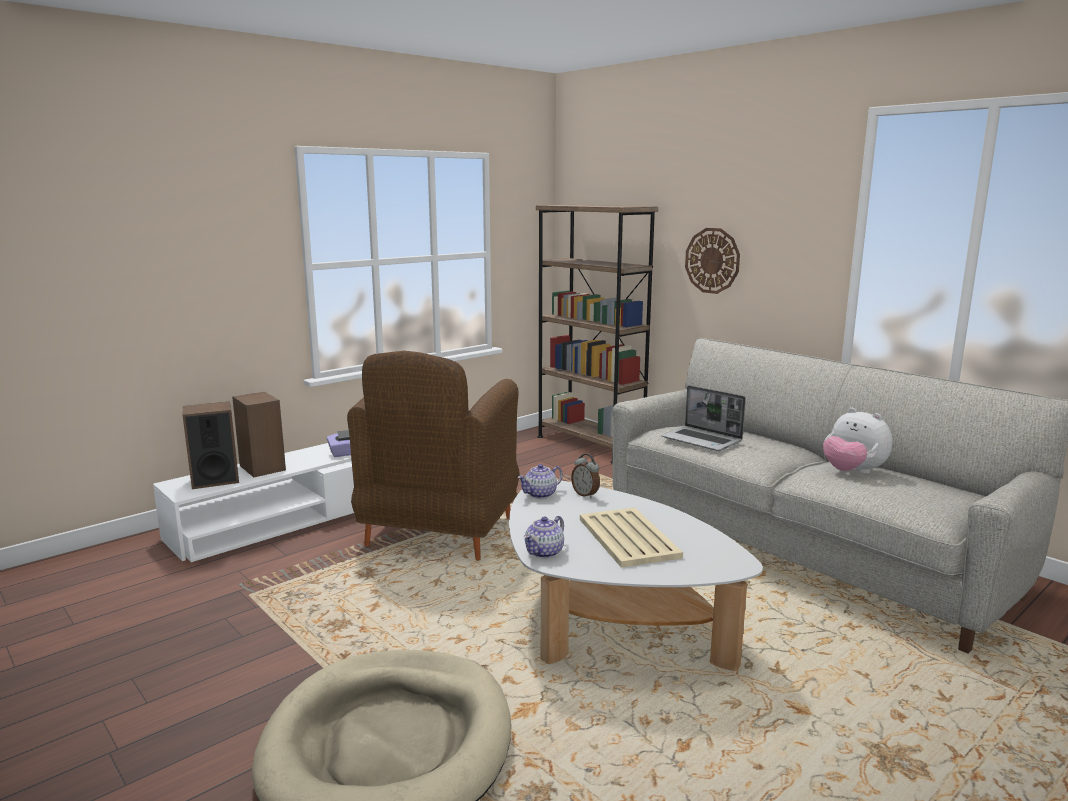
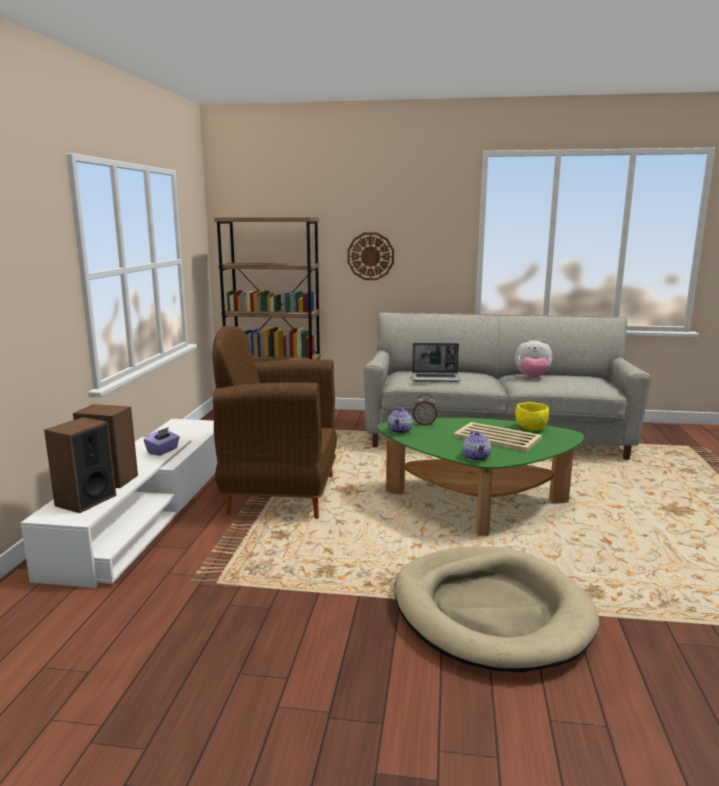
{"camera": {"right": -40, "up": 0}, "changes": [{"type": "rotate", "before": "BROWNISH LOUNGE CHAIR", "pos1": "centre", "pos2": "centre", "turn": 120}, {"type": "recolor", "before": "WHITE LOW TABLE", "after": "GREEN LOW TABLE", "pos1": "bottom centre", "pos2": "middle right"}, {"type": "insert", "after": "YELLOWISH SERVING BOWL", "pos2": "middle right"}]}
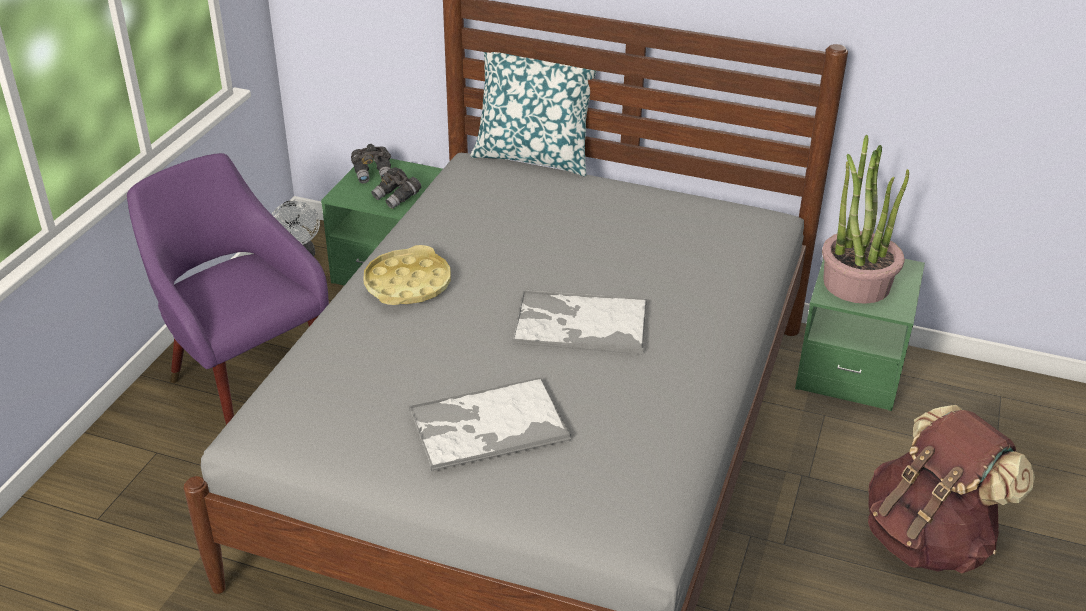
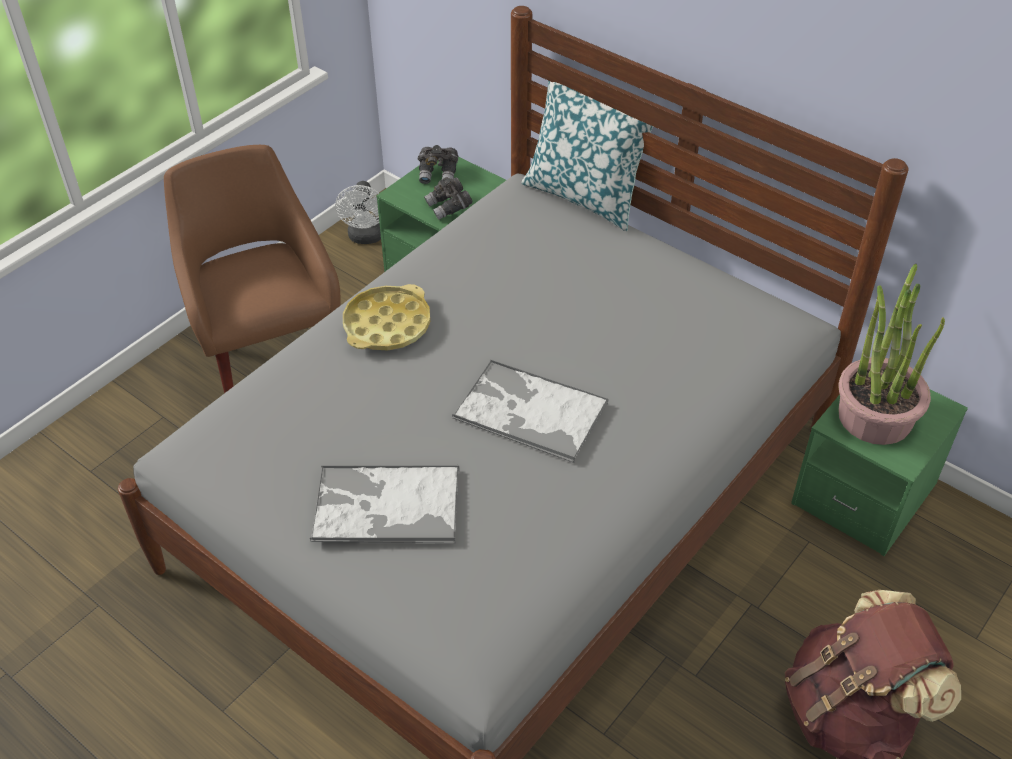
{"camera": {"right": 20, "up": 10}, "changes": [{"type": "recolor", "before": "PURPLISH LOUNGE CHAIR", "after": "BROWNISH LOUNGE CHAIR", "pos1": "middle left", "pos2": "middle left"}]}
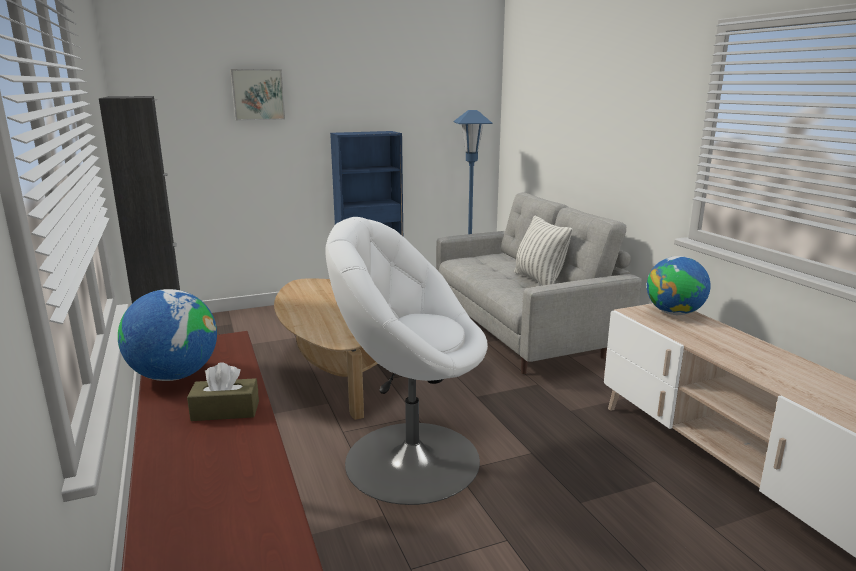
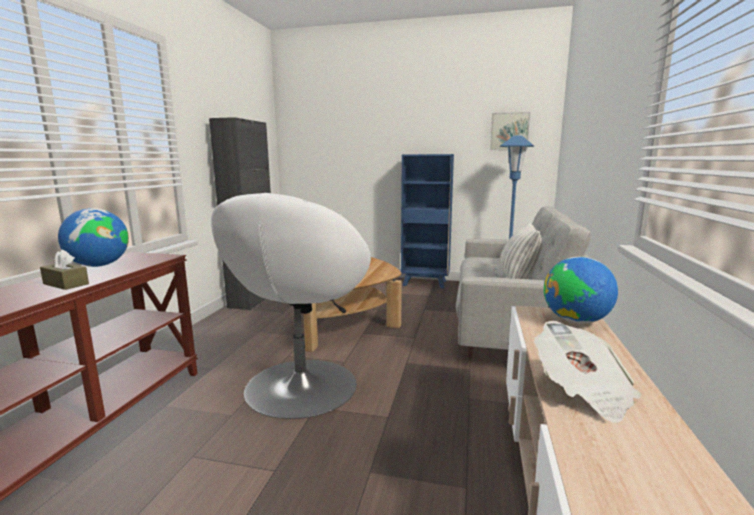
{"camera": {"right": 35, "up": -5}, "changes": [{"type": "rotate", "before": "WHITE LOUNGE CHAIR", "pos1": "centre", "pos2": "centre", "turn": -120}, {"type": "move", "before": "WALL ART", "pos1": "top left", "pos2": "top right"}, {"type": "insert", "after": "PRINTED PAPER", "pos2": "bottom right"}]}
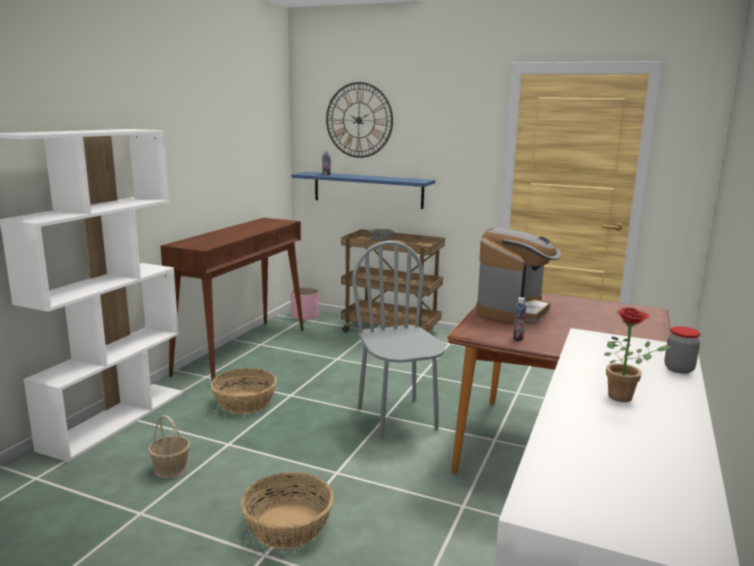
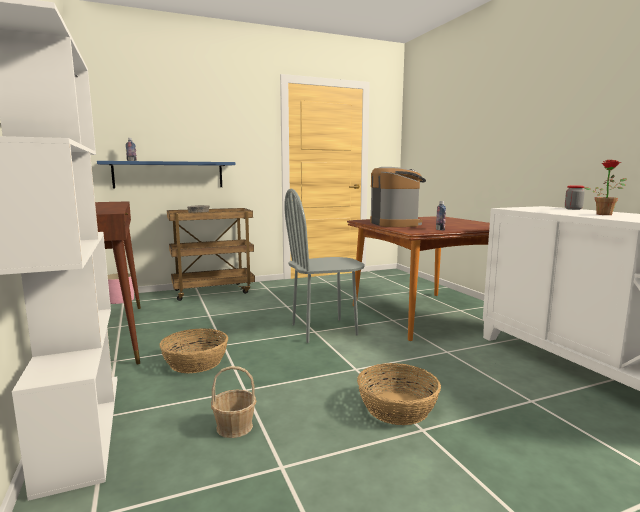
{"camera": {"right": -45, "up": -5}, "changes": [{"type": "rotate", "before": "GRAY CHAIR", "pos1": "centre", "pos2": "centre", "turn": -45}, {"type": "delete", "before": "HANGING CLOCK", "pos1": "top centre"}]}
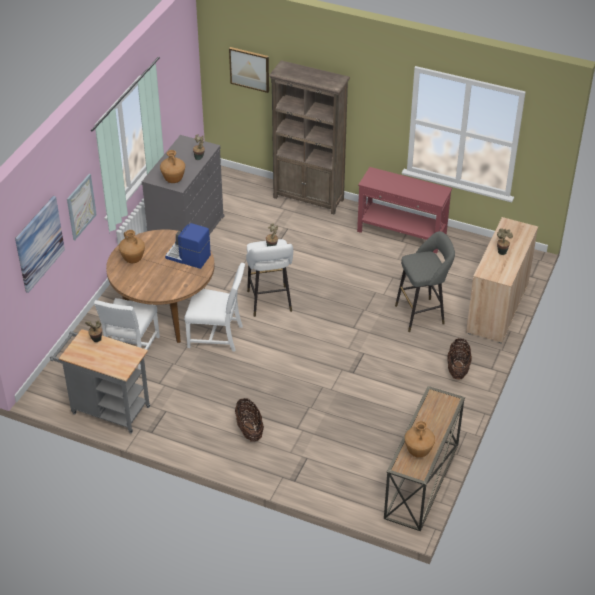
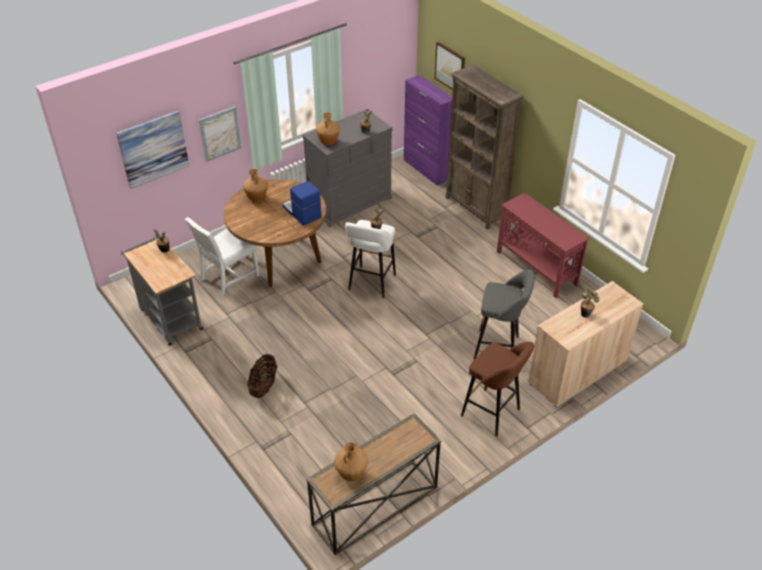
{"camera": {"right": 30, "up": 0}, "changes": [{"type": "insert", "after": "PURPLISH CABINET", "pos2": "top centre"}, {"type": "replace", "before": "BASKET (2nd from left)", "after": "BROWNISH STOOL", "pos1": "middle right", "pos2": "bottom centre"}, {"type": "delete", "before": "WHITE CHAIR (2nd from left)", "pos1": "centre"}]}
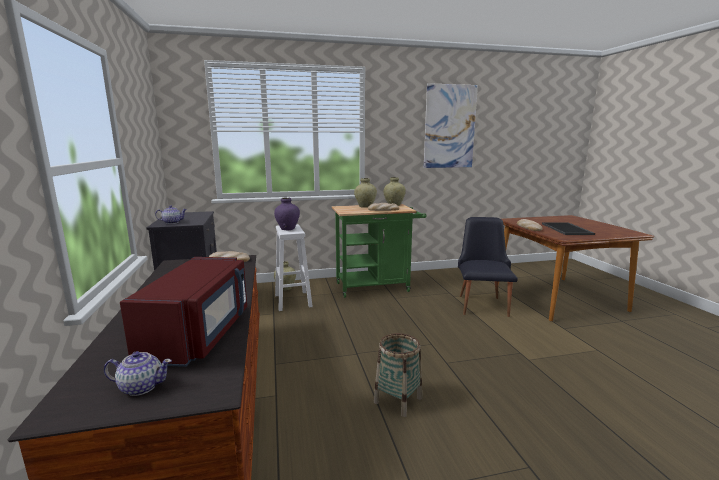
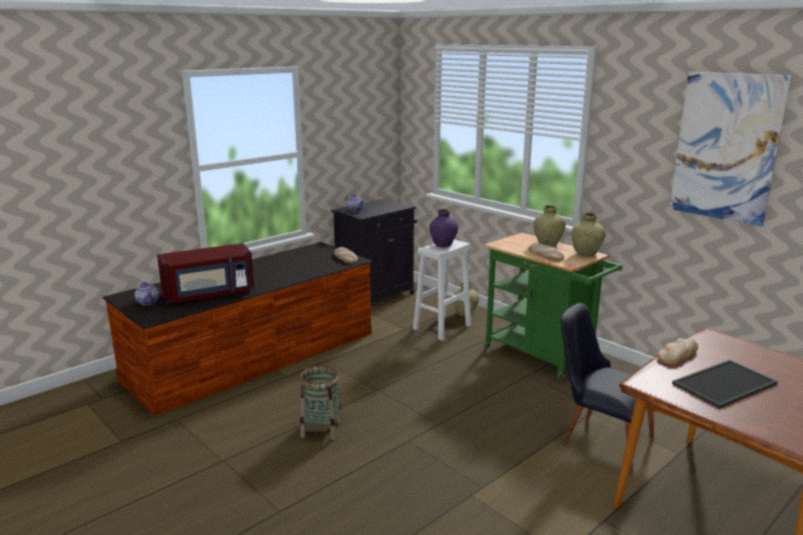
{"camera": {"right": 60, "up": 5}, "changes": [{"type": "rotate", "before": "BLACKISH CHAIR", "pos1": "middle right", "pos2": "bottom right", "turn": -120}]}
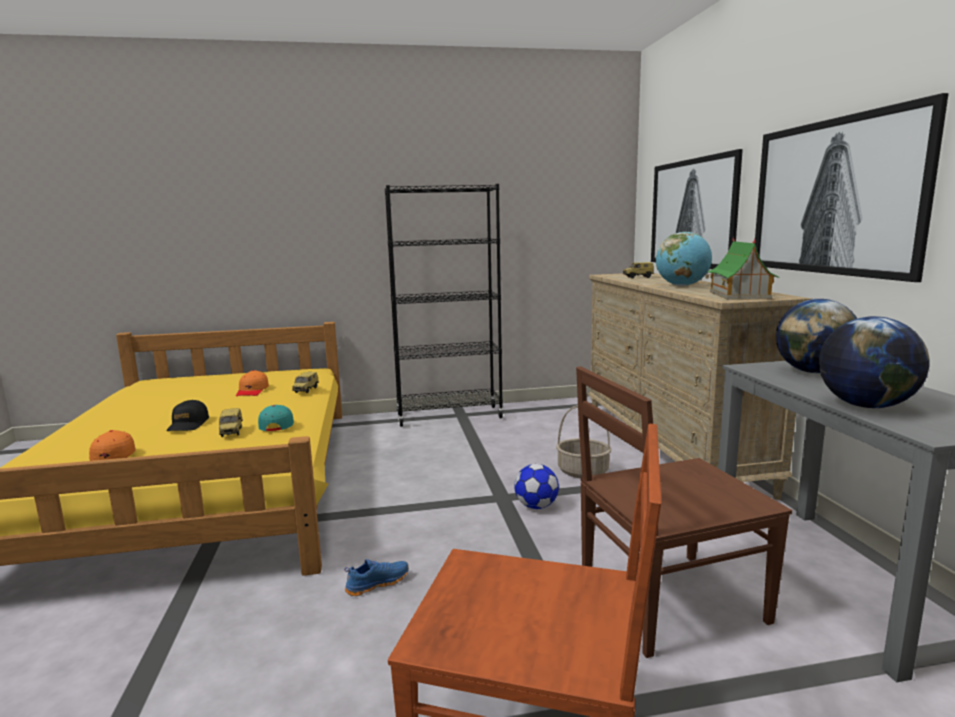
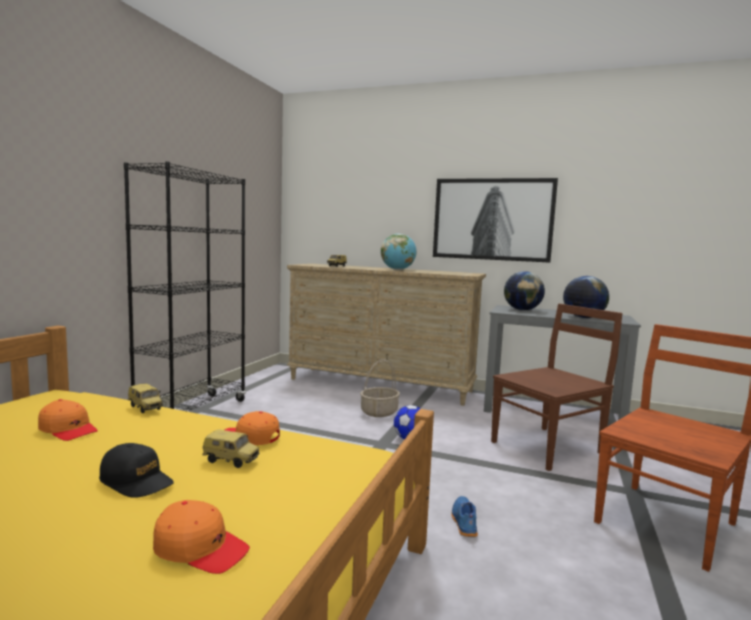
{"camera": {"right": -60, "up": -5}, "changes": [{"type": "recolor", "before": "TURQUOISE-COLOURED CAP", "after": "ORANGE-COLOURED CAP (3rd from left)", "pos1": "middle left", "pos2": "bottom centre"}, {"type": "rotate", "before": "BROWNISH CHAIR (2nd from left in the first image)", "pos1": "bottom right", "pos2": "middle right", "turn": -135}, {"type": "delete", "before": "WALL ART (1st from left)", "pos1": "top right"}, {"type": "delete", "before": "MODEL HOUSE", "pos1": "middle right"}]}
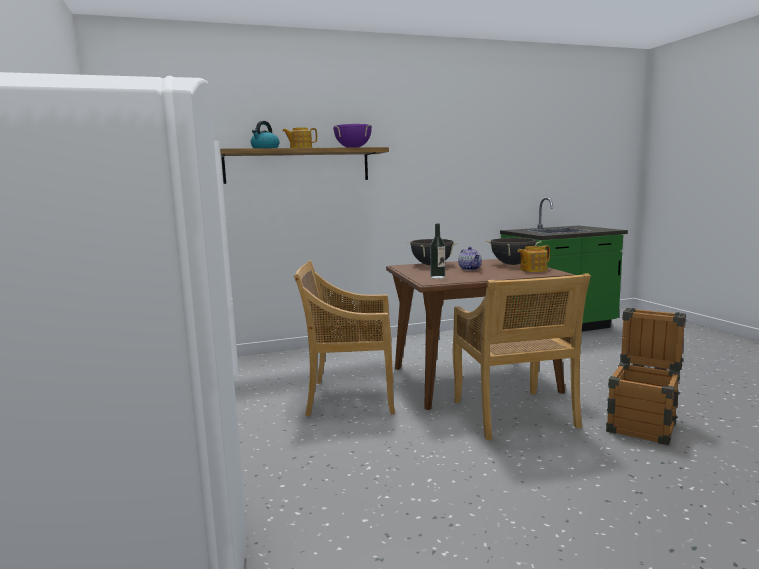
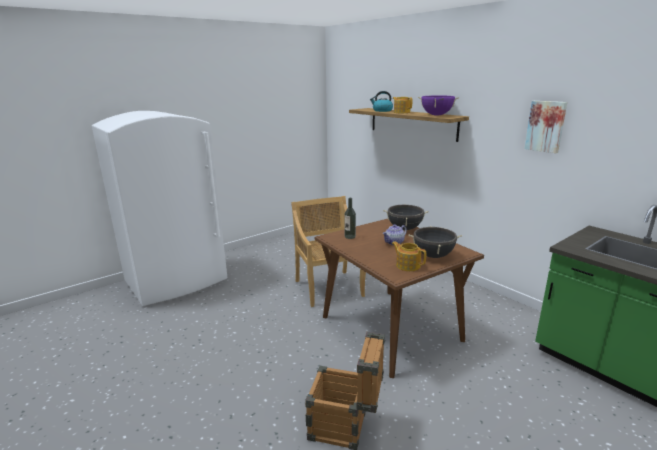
{"camera": {"right": 70, "up": 10}, "changes": [{"type": "insert", "after": "WALL ART", "pos2": "top right"}, {"type": "delete", "before": "BEIGE CHAIR (2nd from left)", "pos1": "middle right"}]}
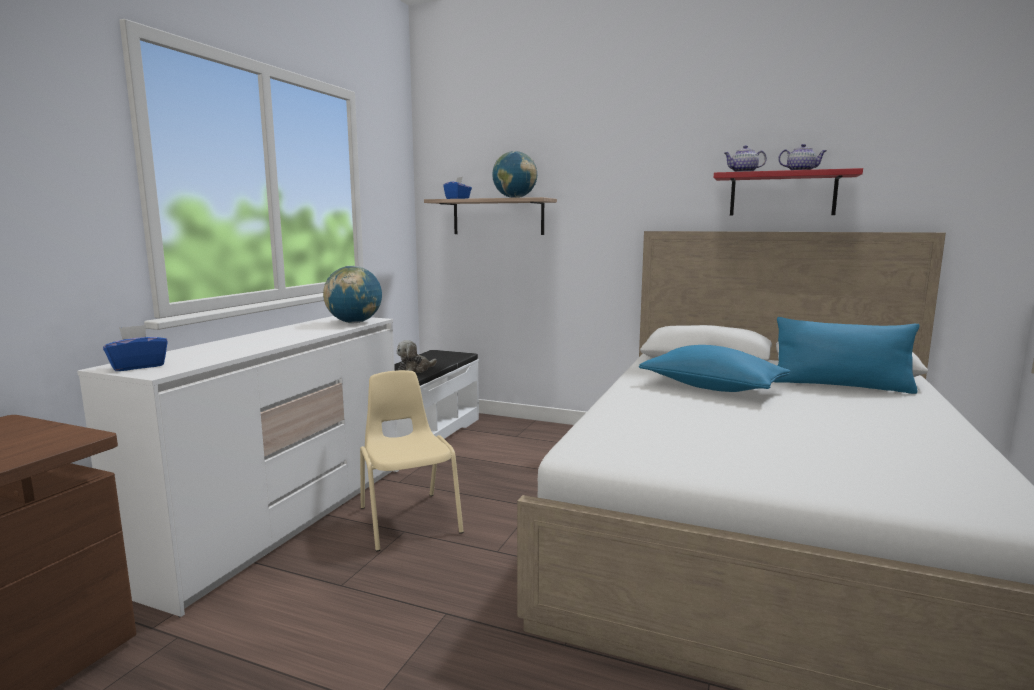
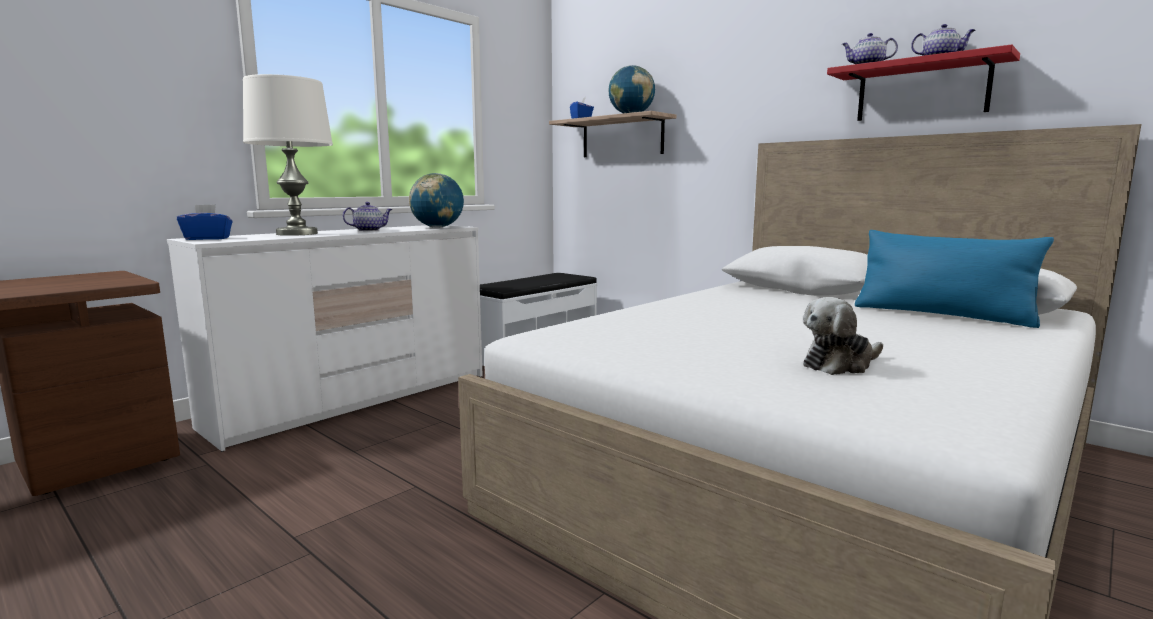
{"camera": {"right": 20, "up": 0}, "changes": [{"type": "insert", "after": "WHITE TABLE LAMP", "pos2": "top left"}, {"type": "insert", "after": "POT FOR TEA (1st from left)", "pos2": "middle left"}, {"type": "move", "before": "PLUSH TOY", "pos1": "centre", "pos2": "middle right"}, {"type": "delete", "before": "BEIGE CHAIR", "pos1": "bottom centre"}, {"type": "delete", "before": "BLUE-COLOURED PILLOW (1st from left)", "pos1": "middle right"}]}
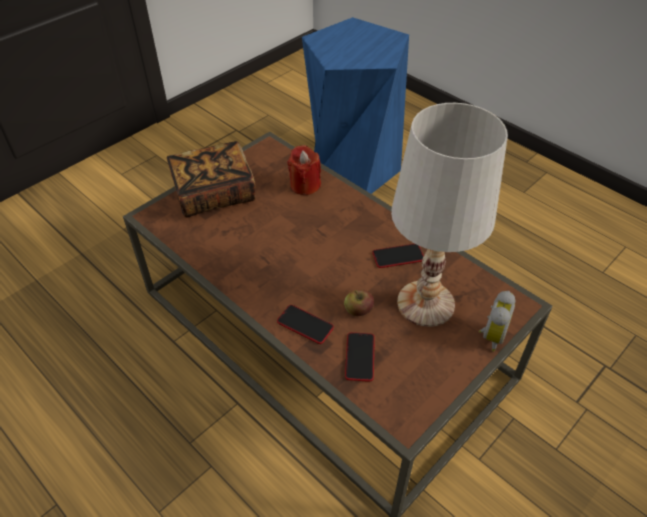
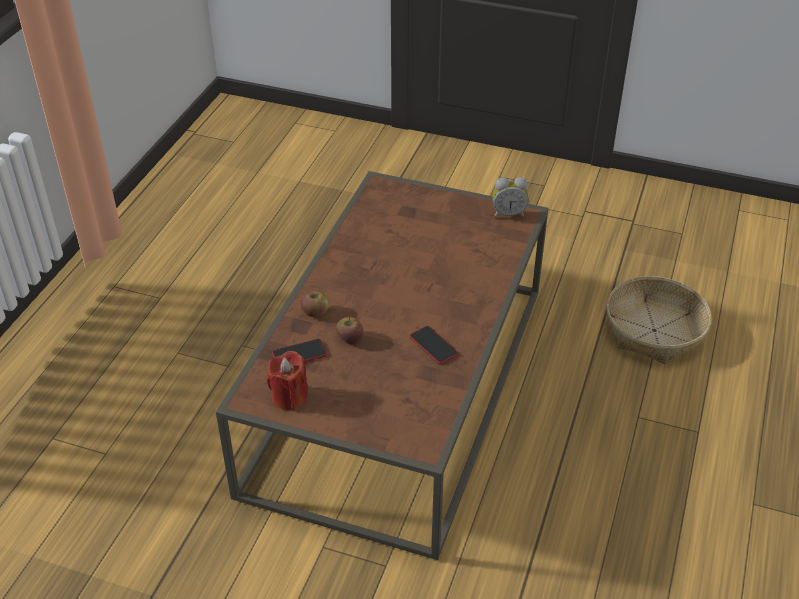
{"camera": {"right": 65, "up": -5}, "changes": [{"type": "move", "before": "RED-COLOURED WAX CANDLE", "pos1": "top centre", "pos2": "centre"}, {"type": "replace", "before": "TELEPHONE (1st from left)", "after": "APPLE FRUIT (1st from left)", "pos1": "centre", "pos2": "centre"}, {"type": "move", "before": "BEDSIDE CLOCK", "pos1": "middle right", "pos2": "top centre"}, {"type": "replace", "before": "BLUE-COLOURED STOOL", "after": "BASKET", "pos1": "top centre", "pos2": "middle right"}, {"type": "delete", "before": "VOLUME", "pos1": "middle left"}, {"type": "delete", "before": "WHITE TABLE LAMP", "pos1": "middle right"}]}
